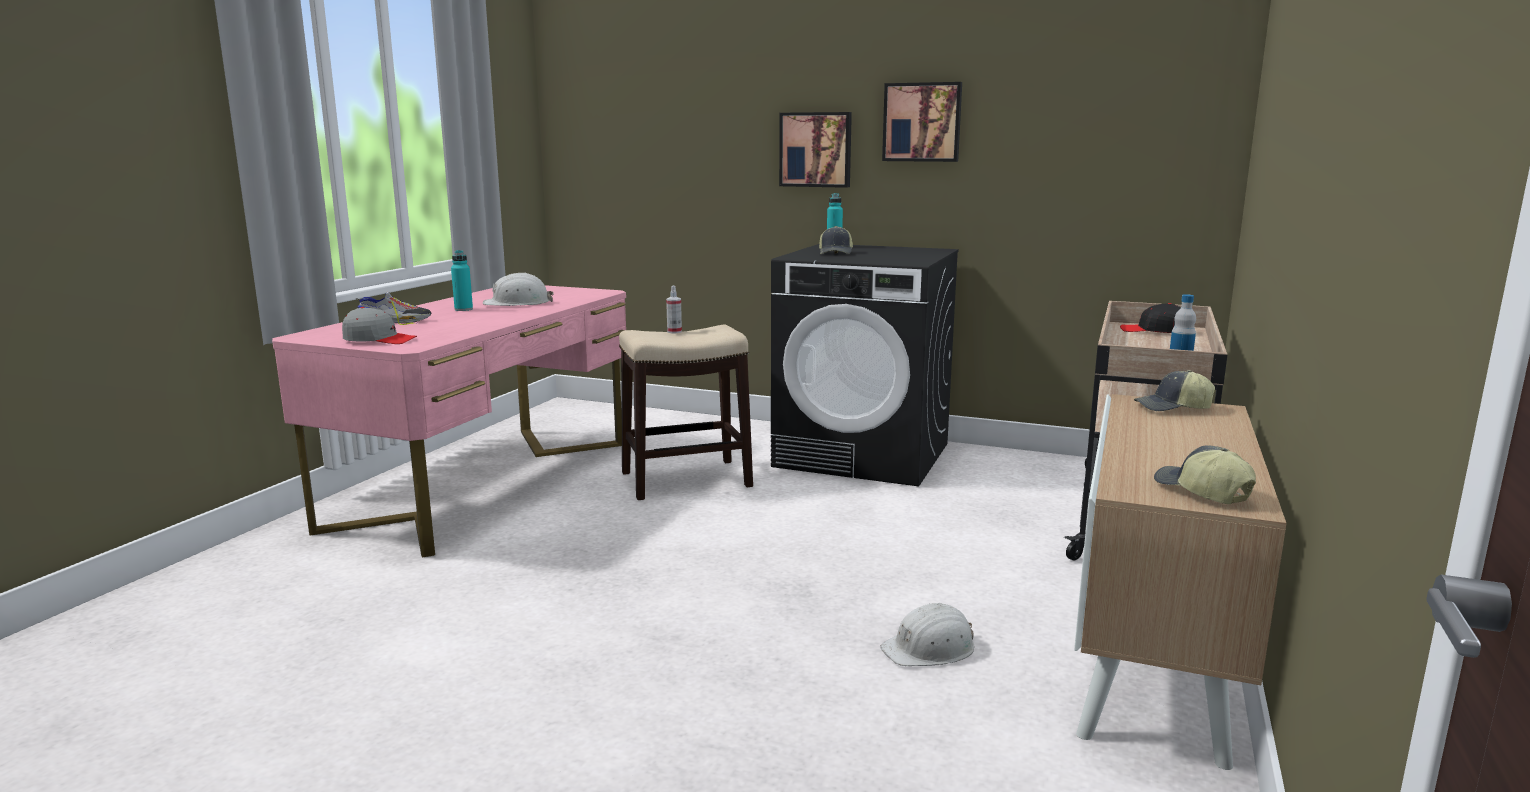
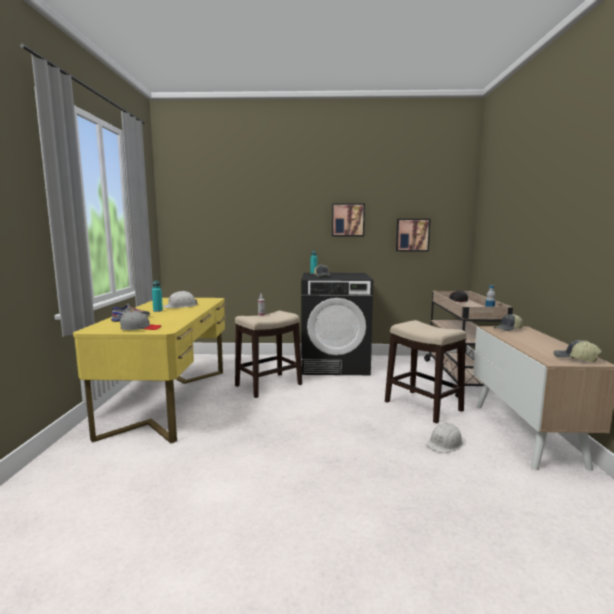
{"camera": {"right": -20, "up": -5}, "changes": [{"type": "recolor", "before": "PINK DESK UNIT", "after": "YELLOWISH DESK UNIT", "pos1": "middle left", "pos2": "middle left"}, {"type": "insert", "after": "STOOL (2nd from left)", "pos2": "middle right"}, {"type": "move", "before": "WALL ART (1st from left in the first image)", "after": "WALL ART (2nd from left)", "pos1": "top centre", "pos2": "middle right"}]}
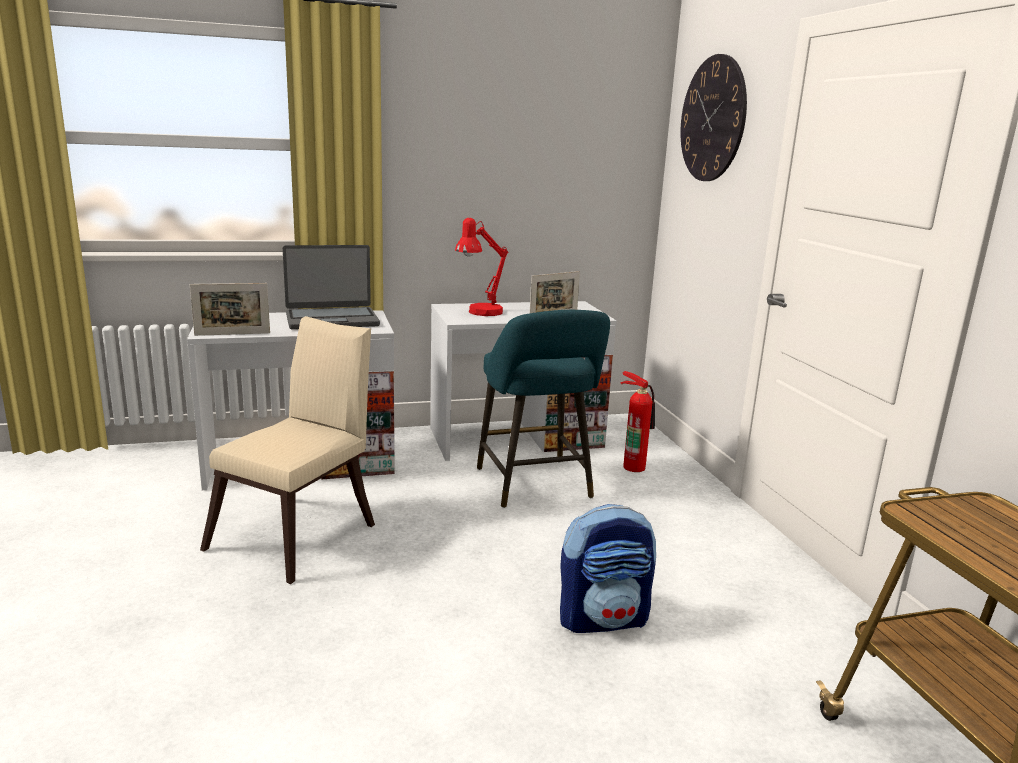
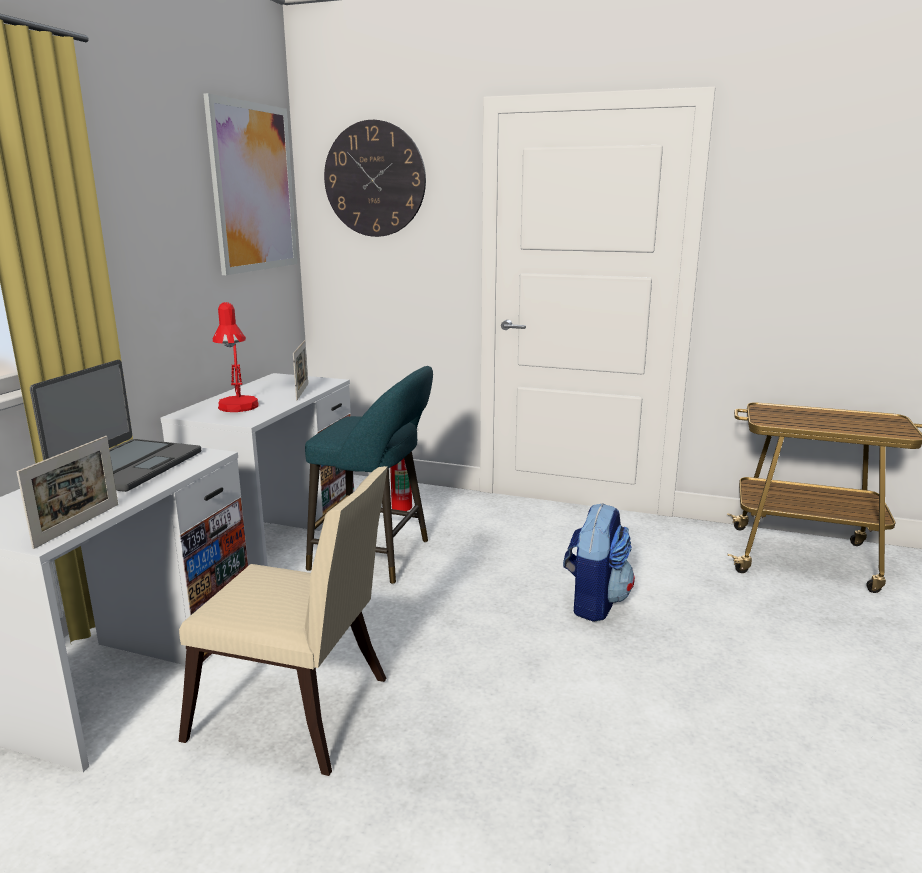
{"camera": {"right": -55, "up": 0}, "changes": [{"type": "rotate", "before": "BEIGE CHAIR", "pos1": "middle left", "pos2": "bottom left", "turn": 135}, {"type": "insert", "after": "WALL ART", "pos2": "top left"}]}
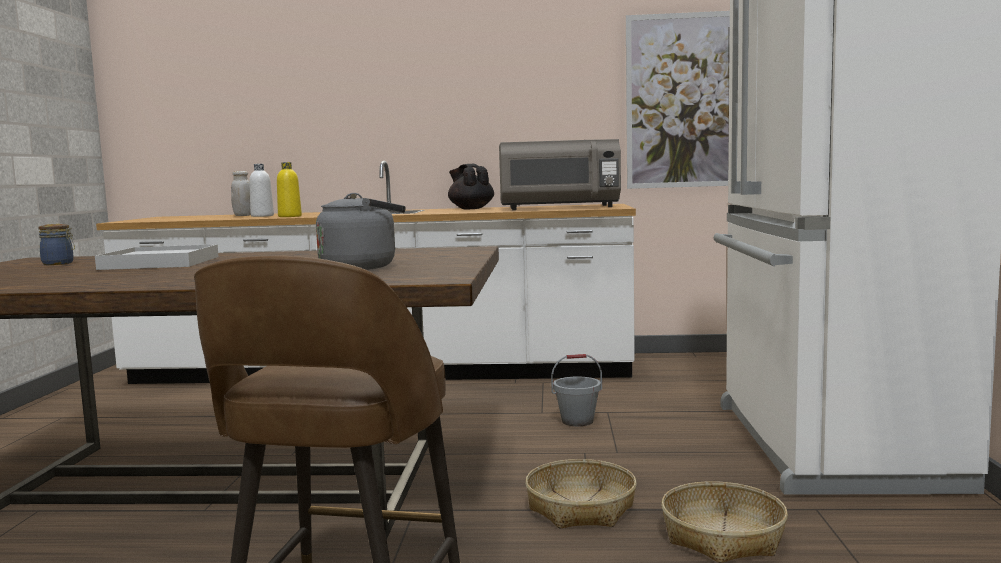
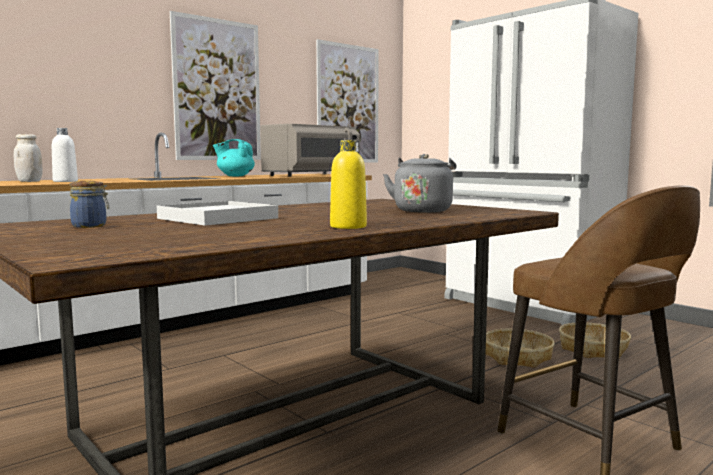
{"camera": {"right": -45, "up": 0}, "changes": [{"type": "insert", "after": "WALL ART (1st from left)", "pos2": "top left"}, {"type": "recolor", "before": "BLACKISH POT FOR TEA", "after": "TURQUOISE-COLOURED POT FOR TEA", "pos1": "top centre", "pos2": "top left"}, {"type": "move", "before": "YELLOWISH DRINK BOTTLE", "pos1": "middle left", "pos2": "centre"}, {"type": "delete", "before": "GRAY BUCKET", "pos1": "bottom centre"}]}
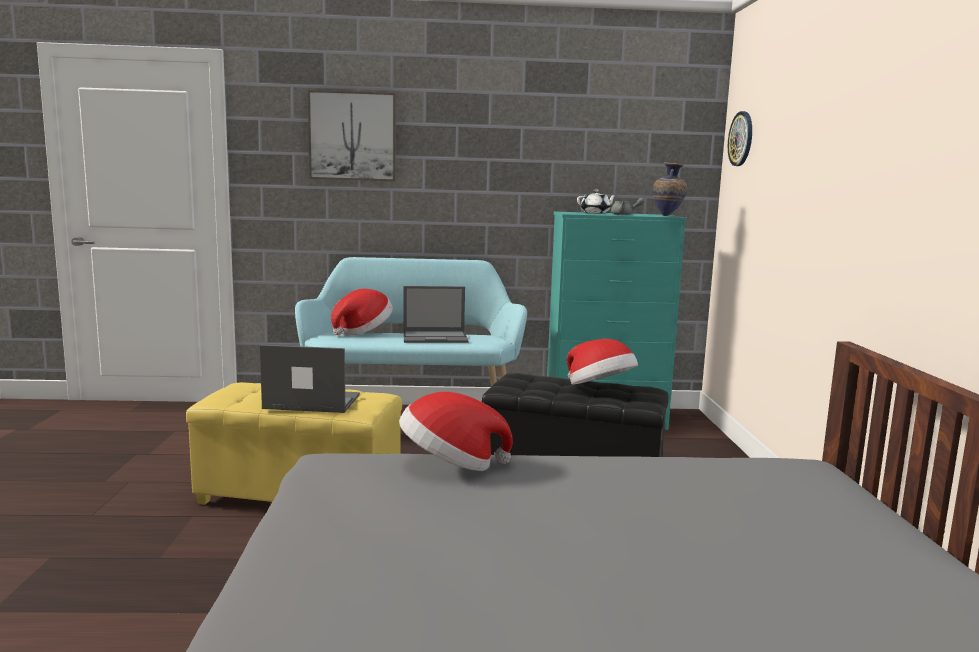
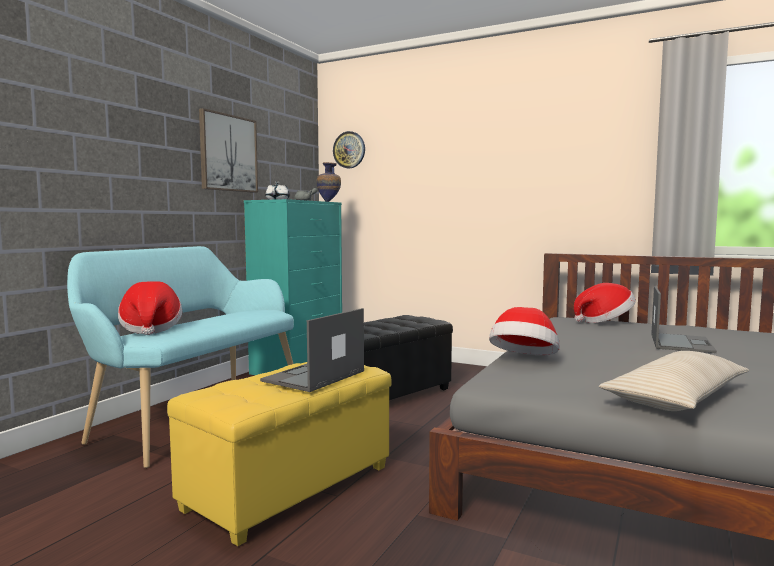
{"camera": {"right": -60, "up": -5}, "changes": [{"type": "move", "before": "WALL ART", "pos1": "top centre", "pos2": "top left"}, {"type": "move", "before": "CLOTHING HAT (3rd from left)", "pos1": "centre", "pos2": "middle right"}, {"type": "insert", "after": "BEIGE PILLOW", "pos2": "bottom right"}, {"type": "move", "before": "PORTABLE COMPUTER (2nd from left)", "pos1": "centre", "pos2": "middle right"}]}
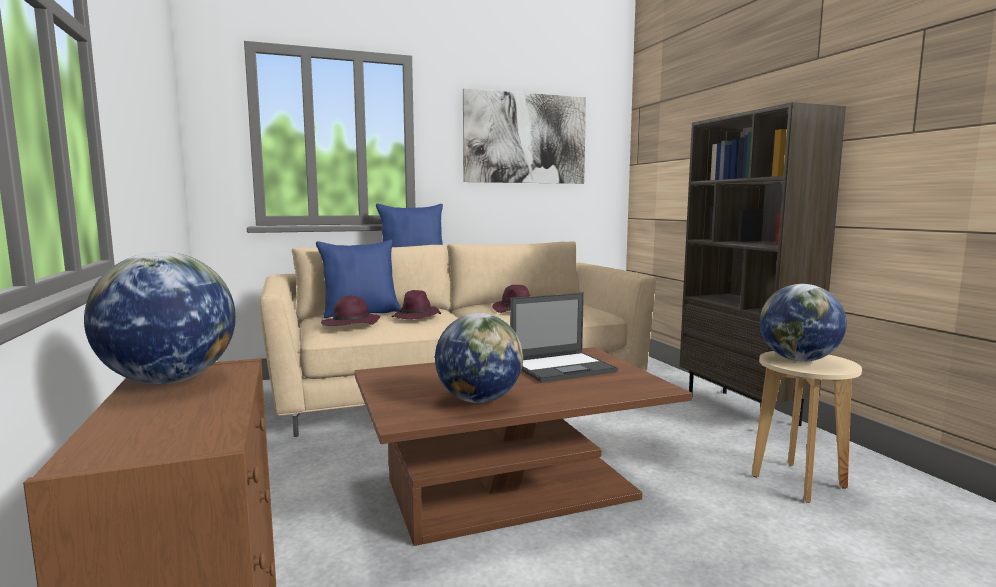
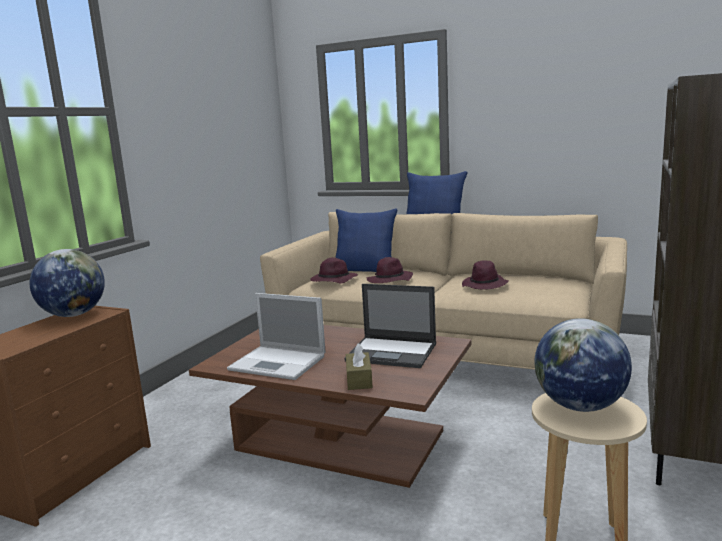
{"camera": {"right": 45, "up": 5}, "changes": [{"type": "replace", "before": "WORLD GLOBE (2nd from left)", "after": "PORTABLE COMPUTER (1st from left)", "pos1": "centre", "pos2": "centre"}, {"type": "insert", "after": "BROWNISH TISSUE HOLDER", "pos2": "bottom centre"}, {"type": "delete", "before": "WALL ART", "pos1": "top centre"}]}
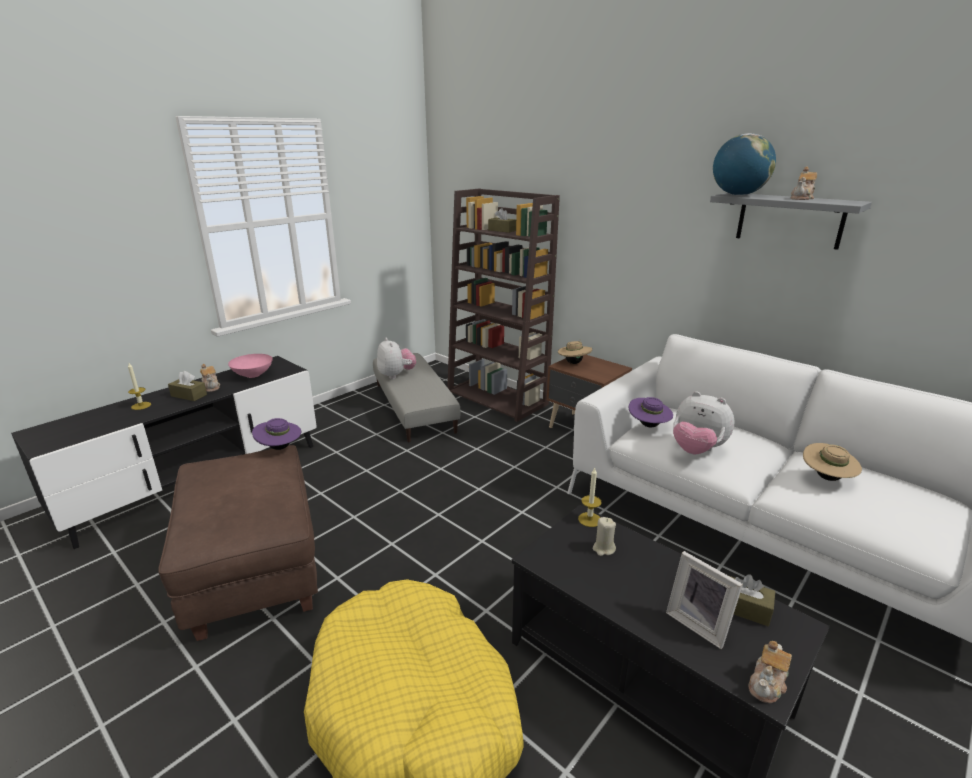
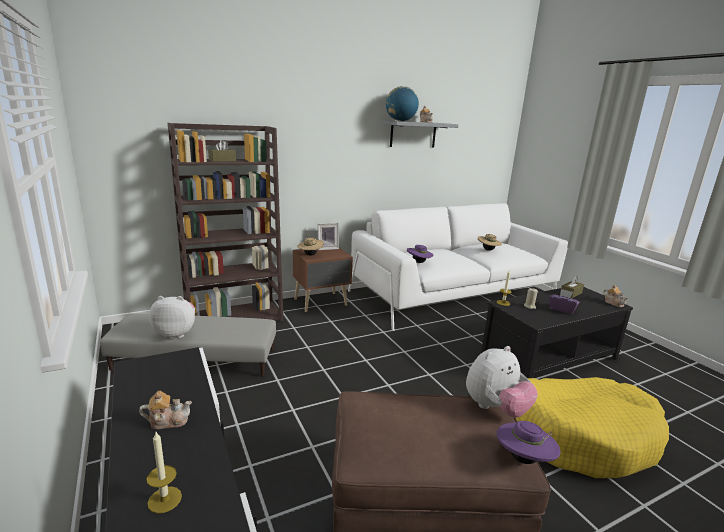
{"camera": {"right": -70, "up": -5}, "changes": [{"type": "move", "before": "PHOTO FRAME", "pos1": "bottom right", "pos2": "centre"}, {"type": "move", "before": "PLUSH TOY (2nd from left)", "pos1": "middle right", "pos2": "bottom right"}, {"type": "move", "before": "PURPLISH CLOTHING HAT (1st from left in the first image)", "after": "PURPLISH CLOTHING HAT (2nd from left)", "pos1": "middle left", "pos2": "bottom right"}, {"type": "insert", "after": "PURPLISH TISSUE HOLDER", "pos2": "middle right"}, {"type": "delete", "before": "BROWNISH TISSUE HOLDER (1st from left)", "pos1": "middle left"}, {"type": "delete", "before": "PINK SERVING BOWL", "pos1": "middle left"}]}
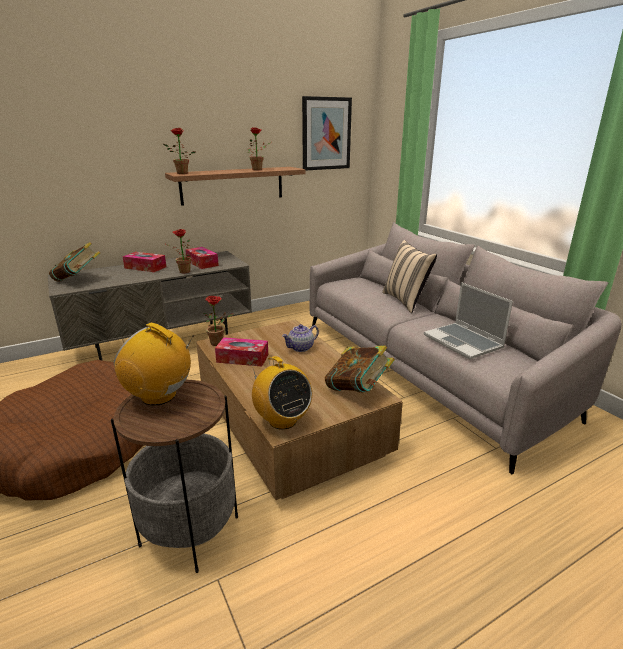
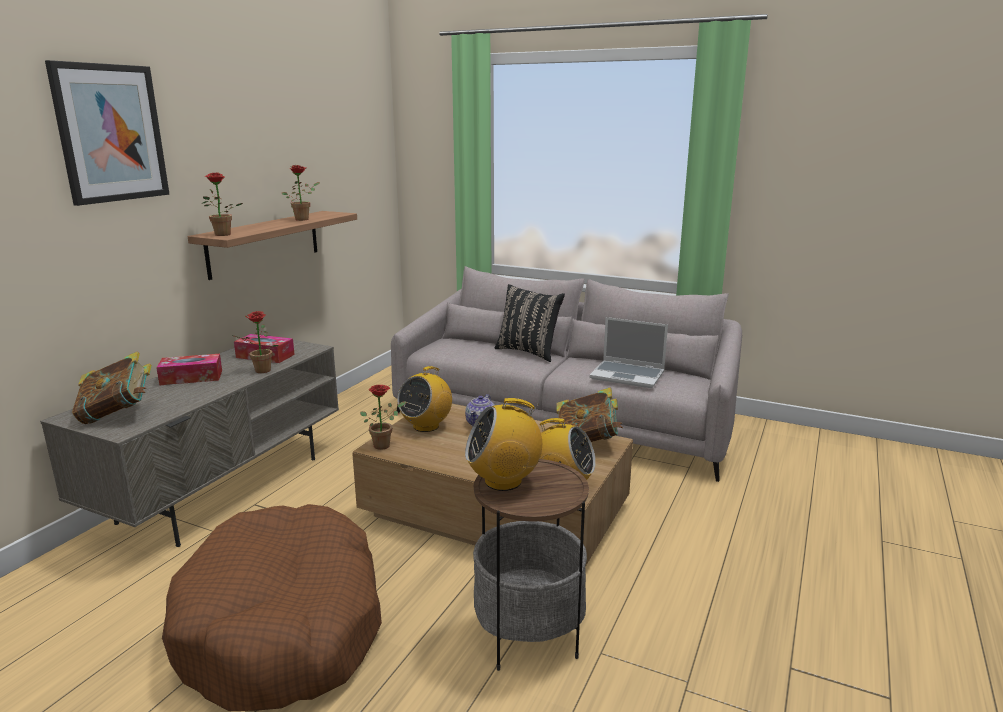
{"camera": {"right": -35, "up": -5}, "changes": [{"type": "move", "before": "WALL ART", "pos1": "top centre", "pos2": "top left"}, {"type": "insert", "after": "RADIO SET (1st from left)", "pos2": "centre"}, {"type": "recolor", "before": "BEIGE PILLOW", "after": "BLACKISH PILLOW", "pos1": "centre", "pos2": "centre"}, {"type": "delete", "before": "TISSUE HOLDER (3rd from left)", "pos1": "centre"}]}
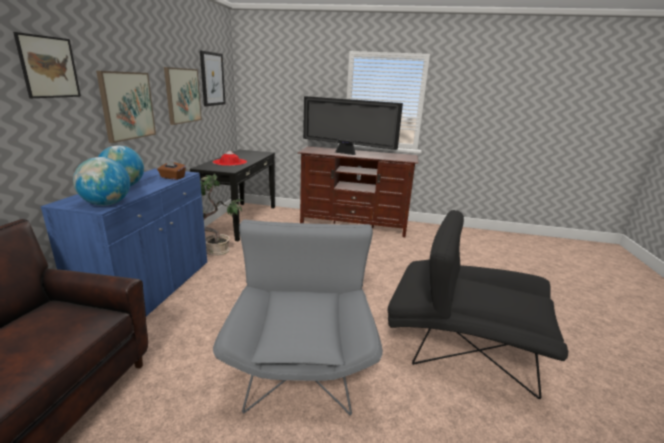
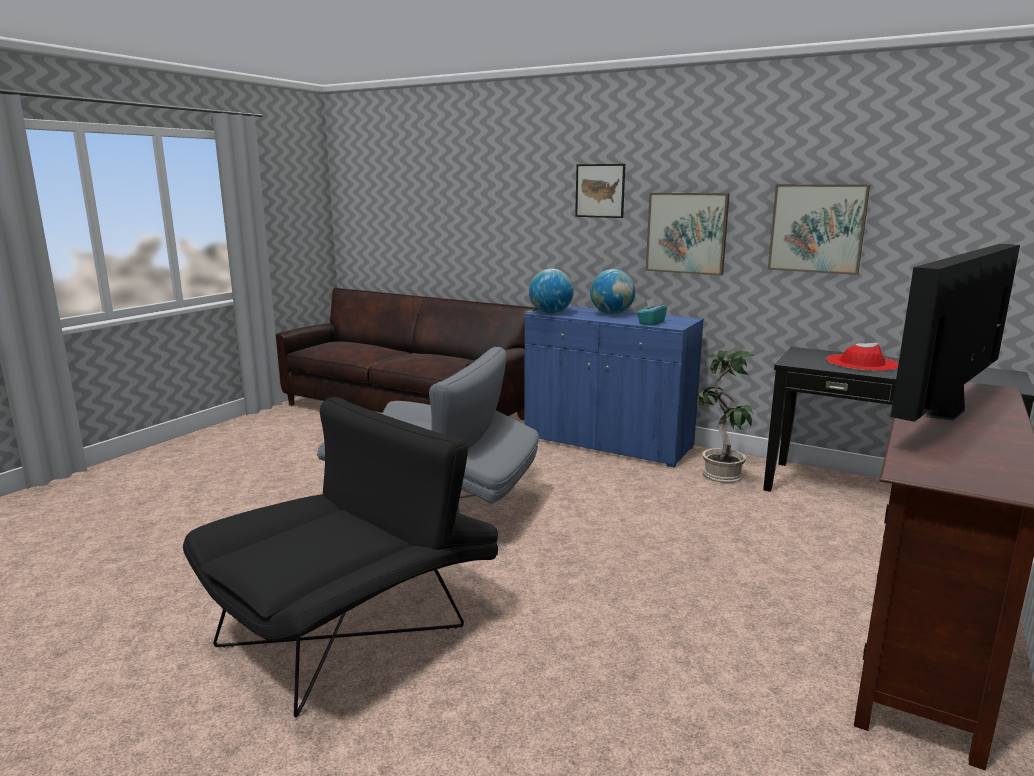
{"camera": {"right": 110, "up": -5}, "changes": [{"type": "recolor", "before": "BROWNISH TISSUE HOLDER", "after": "TURQUOISE-COLOURED TISSUE HOLDER", "pos1": "middle left", "pos2": "centre"}, {"type": "delete", "before": "WALL ART (4th from left)", "pos1": "top left"}]}
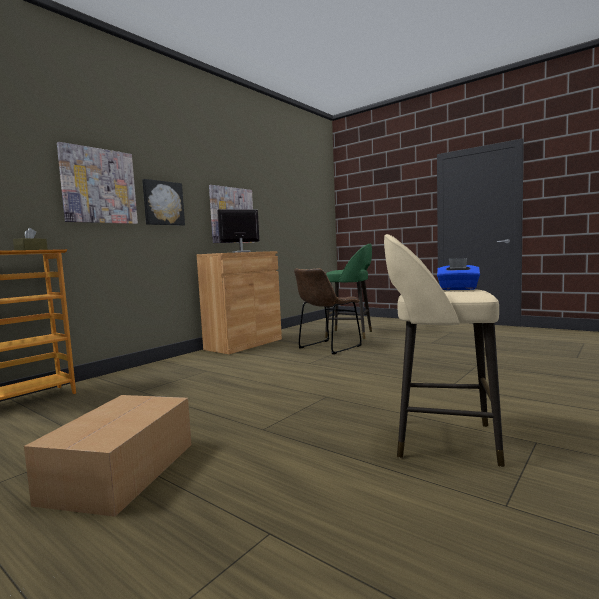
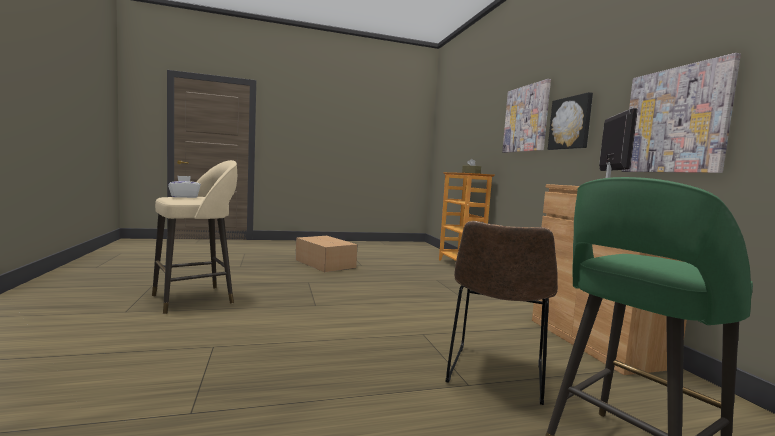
{"camera": {"right": 125, "up": 0}, "changes": [{"type": "recolor", "before": "BLUE-COLOURED TISSUE HOLDER", "after": "WHITE TISSUE HOLDER", "pos1": "middle right", "pos2": "middle left"}, {"type": "rotate", "before": "BROWNISH CHAIR", "pos1": "centre", "pos2": "bottom centre", "turn": -150}]}
